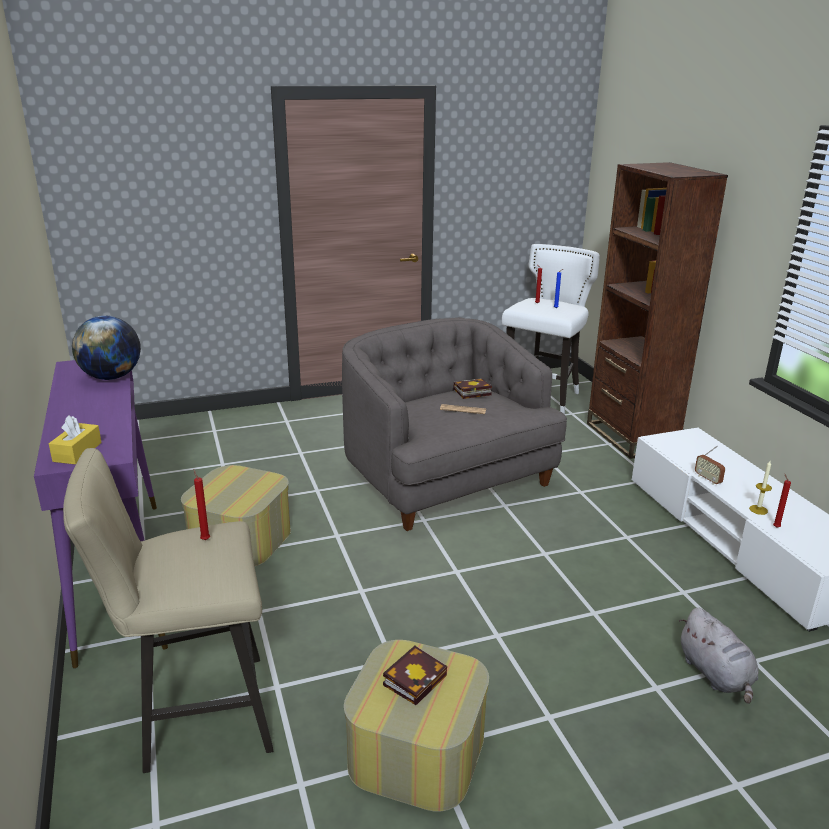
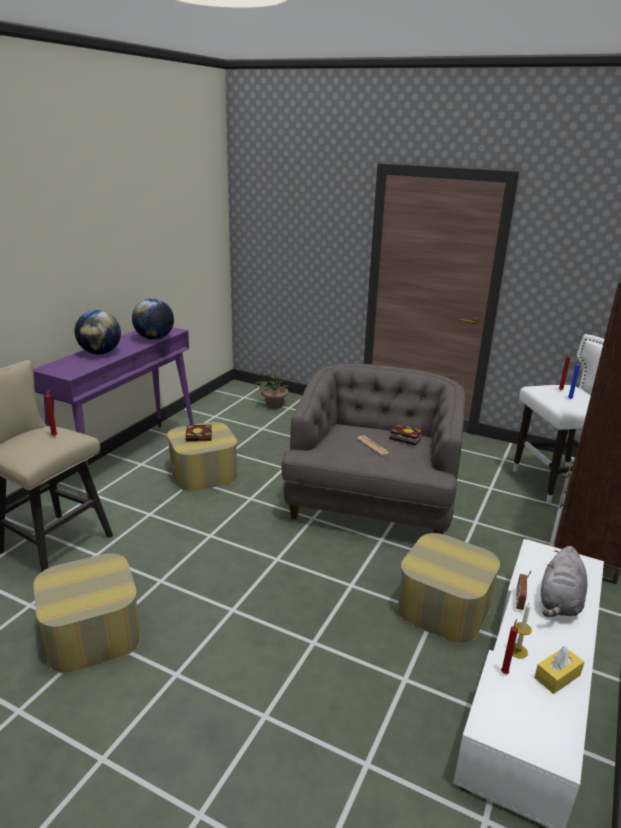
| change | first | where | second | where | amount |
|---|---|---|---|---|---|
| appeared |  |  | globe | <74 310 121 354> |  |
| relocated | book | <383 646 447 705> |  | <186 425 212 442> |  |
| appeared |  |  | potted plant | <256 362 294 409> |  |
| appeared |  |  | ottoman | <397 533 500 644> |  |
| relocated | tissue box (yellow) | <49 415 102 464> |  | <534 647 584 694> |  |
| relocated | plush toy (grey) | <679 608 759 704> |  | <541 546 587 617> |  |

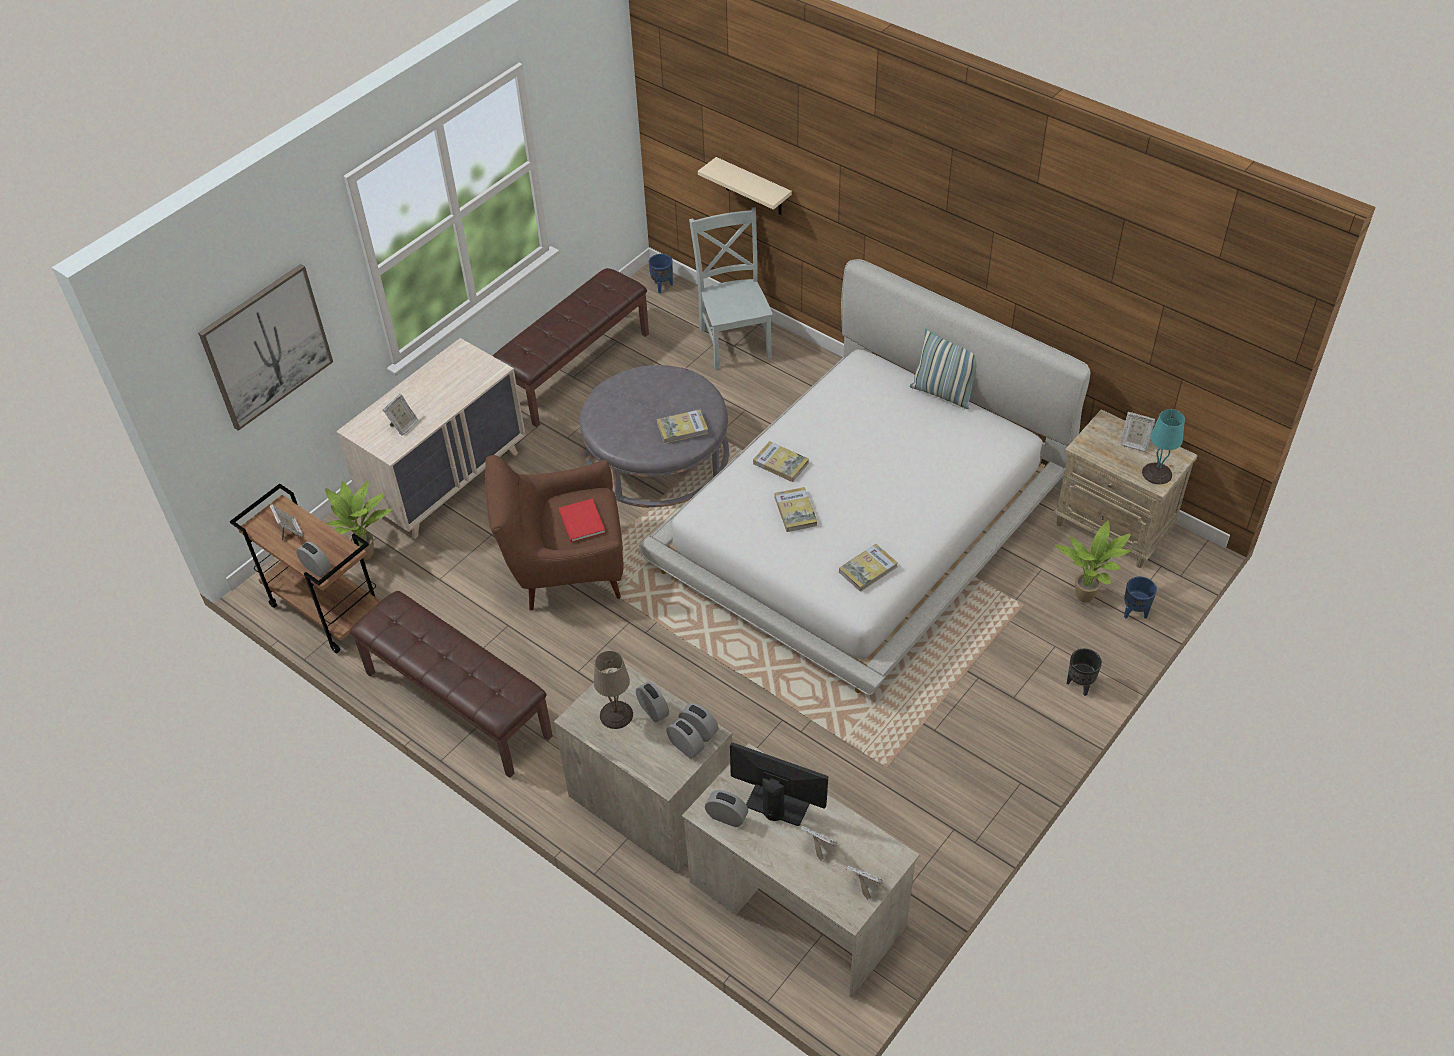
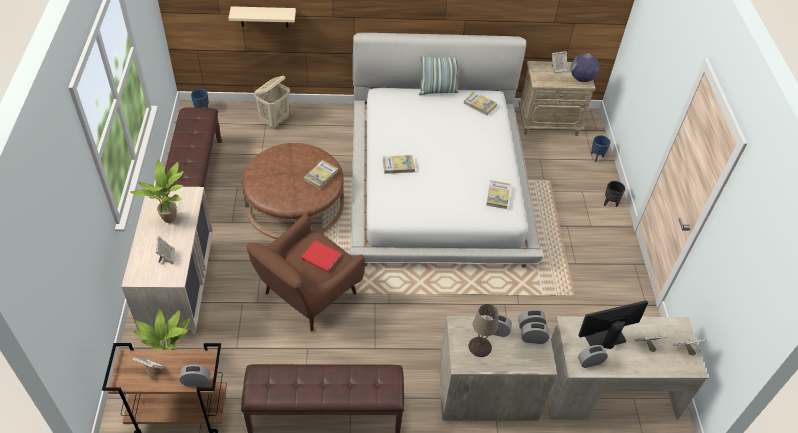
| change | first | where | second | where | amount |
|---|---|---|---|---|---|
| relocated | potted plant | <1055 520 1131 602> |  | <130 160 184 223> |  |
| colour | ottoman (grey) | <580 365 729 508> | ottoman (brown) | <242 143 344 239> |  |
| exchanged | chair (grey) | <689 207 773 369> | laundry basket (beige) | <254 76 290 129> |  |
| relocated | book | <774 487 818 532> |  | <464 92 497 115> |  |
| exchanged | table lamp (turquoise) | <1142 409 1185 484> | globe | <571 54 600 82> |  |
| missing | picture | <198 264 333 431> |  |  |  |

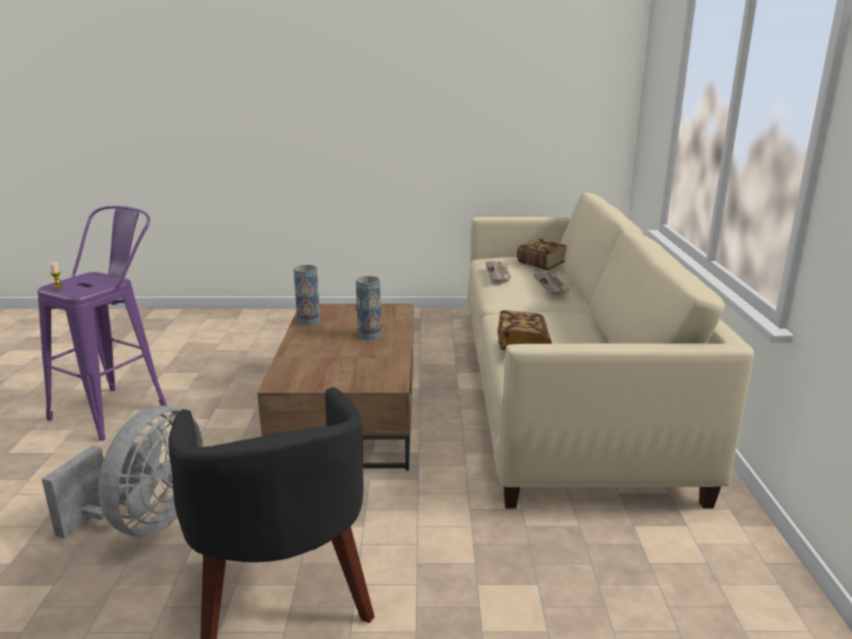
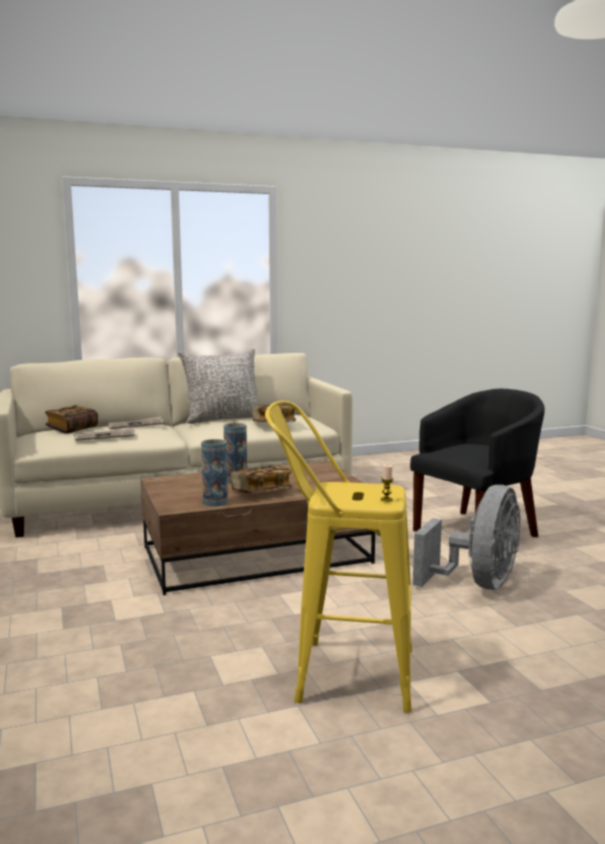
| change | first | where | second | where | amount |
|---|---|---|---|---|---|
| appeared |  |  | pillow (grey) | <178 348 260 424> |  |
| appeared |  |  | book | <231 465 292 494> |  |
| colour | stool (purple) | <38 206 167 441> | stool (yellow) | <265 401 412 713> |  |
| spun | fan (grey) | <42 406 203 539> |  | <413 485 521 590> | 120 degrees clockwise |

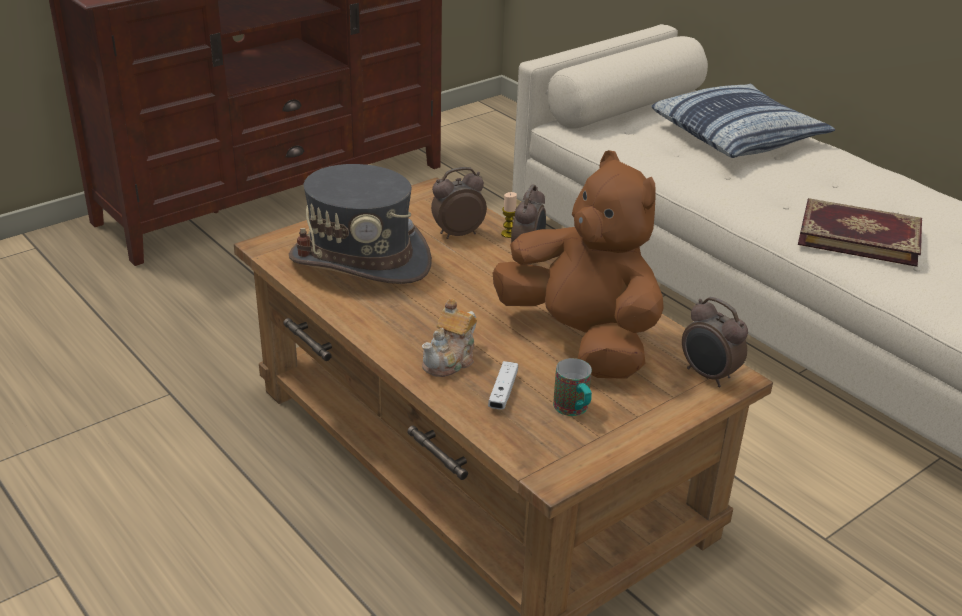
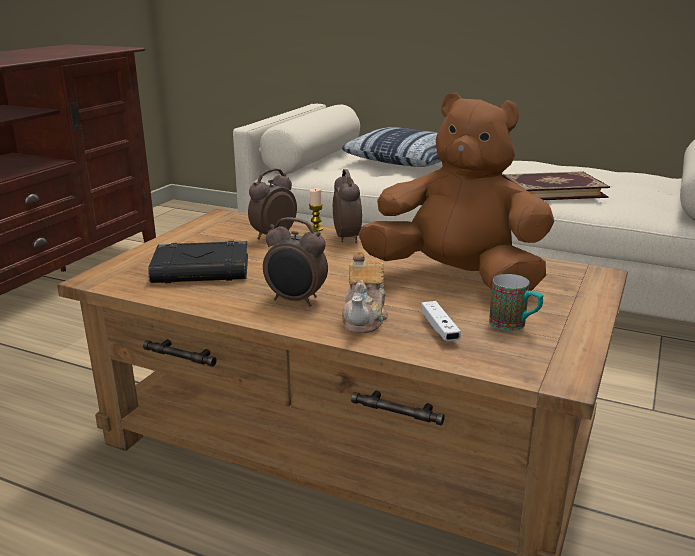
| change | first | where | second | where | amount |
|---|---|---|---|---|---|
| exchanged | hat (grey) | <289 164 432 284> | book (black) | <148 241 248 283> |  |
| relocated | alarm clock | <682 297 748 387> |  | <263 217 328 306> |  |

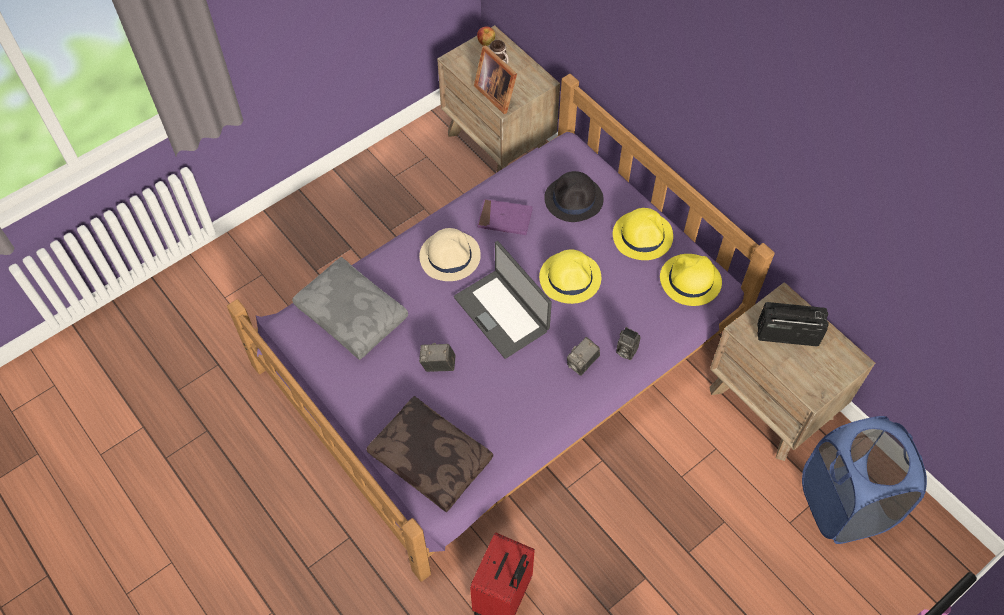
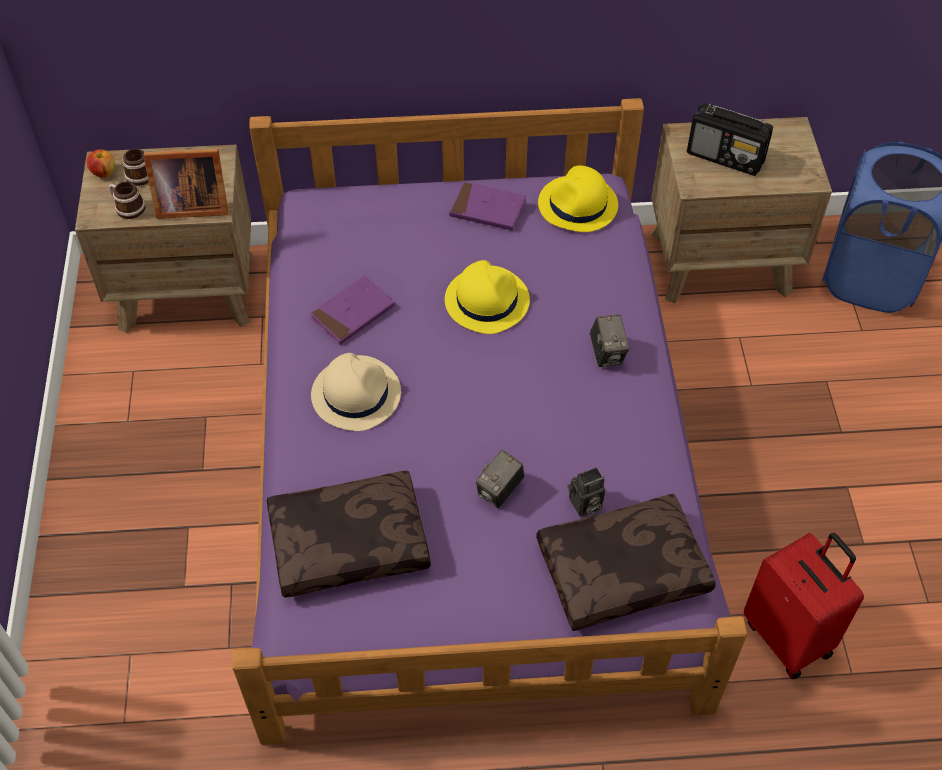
| change | first | where | second | where | amount |
|---|---|---|---|---|---|
| appeared |  |  | mug | <109 181 145 219> |  |
| colour | pillow (grey) | <292 257 408 360> | pillow (brown) | <267 470 431 598> |  |
| exchanged | hat (yellow) | <613 208 673 260> | book (purple) | <449 182 526 230> |  |
| relocated | photo camera | <616 327 641 360> |  | <568 467 605 517> |  |
| spun | radio | <757 302 829 346> |  | <687 103 773 176> | 105 degrees counterclockwise |
| missing | laptop | <454 241 552 359> |  |  |  |
| missing | hat (black) | <544 171 604 222> |  |  |  |

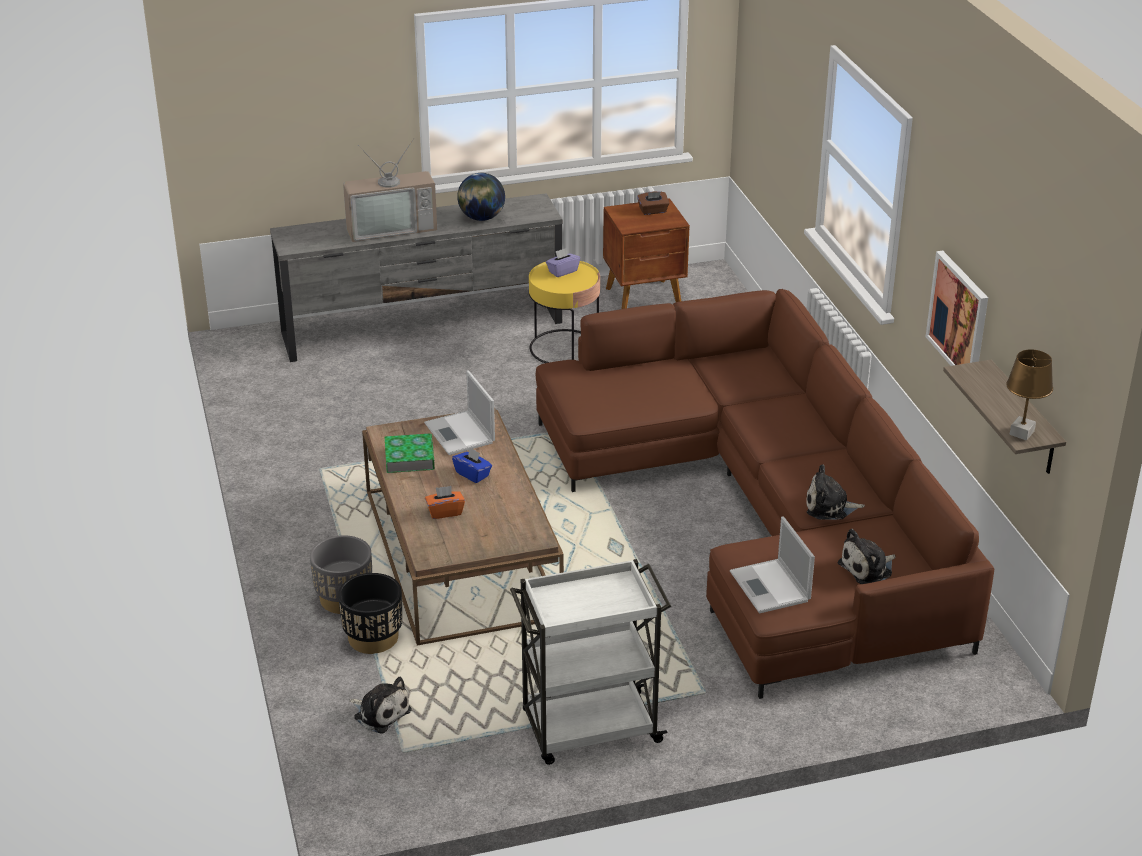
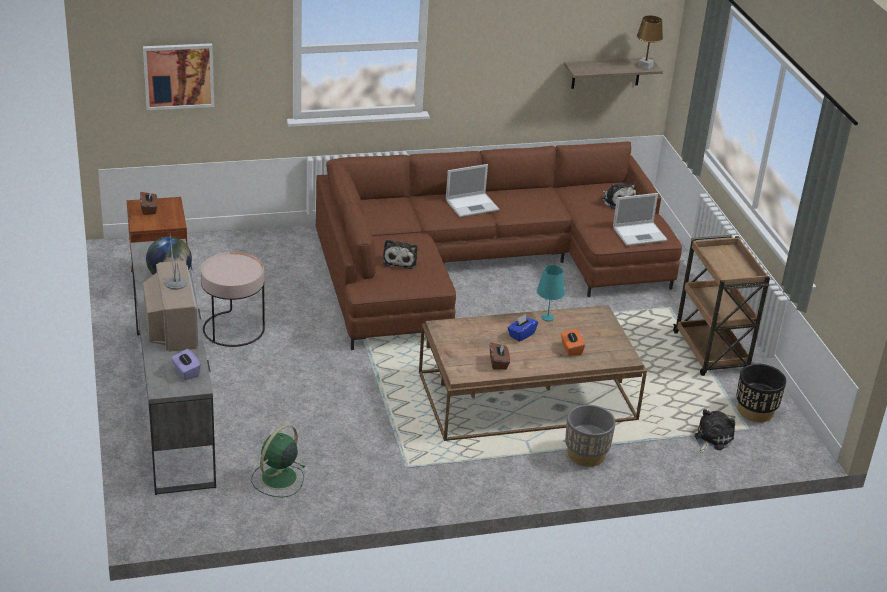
| change | first | where | second | where | amount |
|---|---|---|---|---|---|
| relocated | picture | <926 251 988 366> |  | <143 43 214 110> |  |
| relocated | tissue box (purple) | <546 248 580 277> |  | <171 349 201 380> |  |
| colour | side table (yellow) | <529 261 600 363> | side table (pink) | <201 252 265 347> |  |
| appeared |  |  | fan (green) | <251 425 305 497> |  |
| relocated | plush toy | <806 464 865 520> |  | <383 239 418 269> |  |
| relocated | laptop | <424 370 495 455> |  | <446 164 499 217> |  |
| exchanged | book | <385 433 435 473> | tissue box (brown) | <490 343 510 370> |  |
| appeared |  |  | table lamp (turquoise) | <537 265 565 322> |  |
| colour | cart (white) | <510 559 671 765> | cart (brown) | <673 235 770 376> |  |
| relocated | planter (black) | <338 573 402 654> |  | <736 364 786 422> |  |

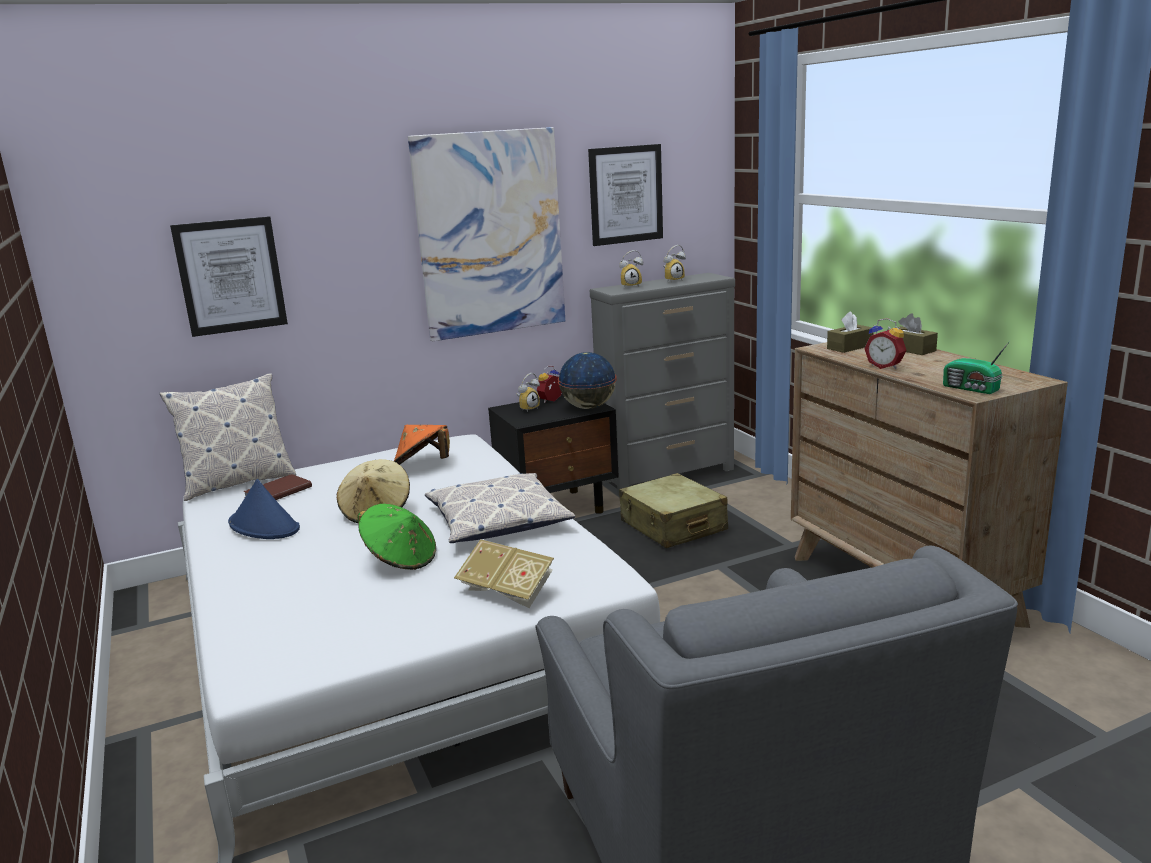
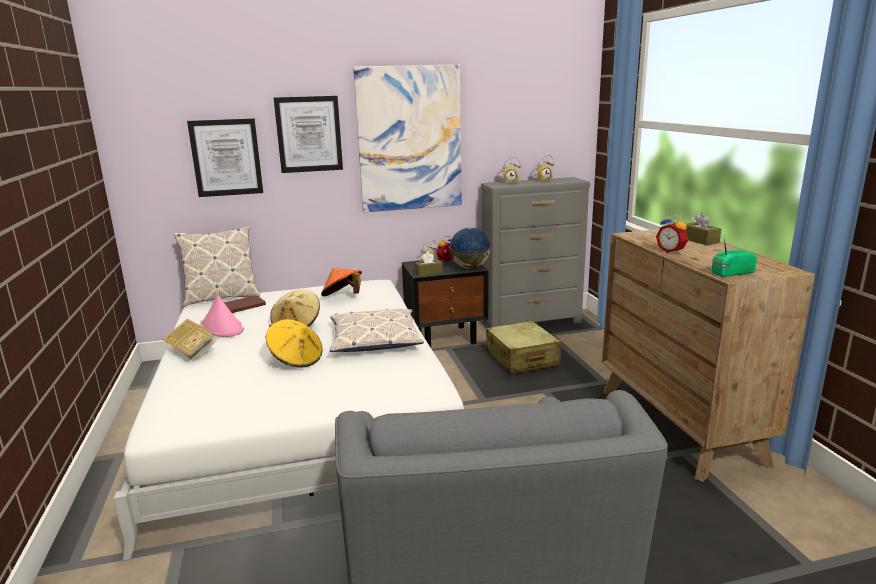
| change | first | where | second | where | amount |
|---|---|---|---|---|---|
| relocated | book | <454 539 554 608> |  | <162 319 217 362> |  |
| colour | hat (blue) | <228 479 300 539> | hat (pink) | <200 295 244 337> |  |
| colour | hat (green) | <358 504 436 570> | hat (yellow) | <266 319 323 368> |  |
| relocated | picture | <588 144 663 246> |  | <274 96 343 173> |  |
| relocated | tissue box (brown) | <827 311 874 353> |  | <415 252 443 276> |  |
| spun | radio | <943 341 1010 394> |  | <712 237 757 277> | 105 degrees clockwise |

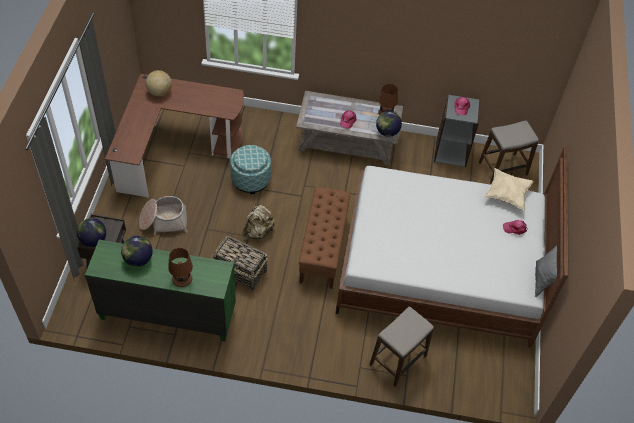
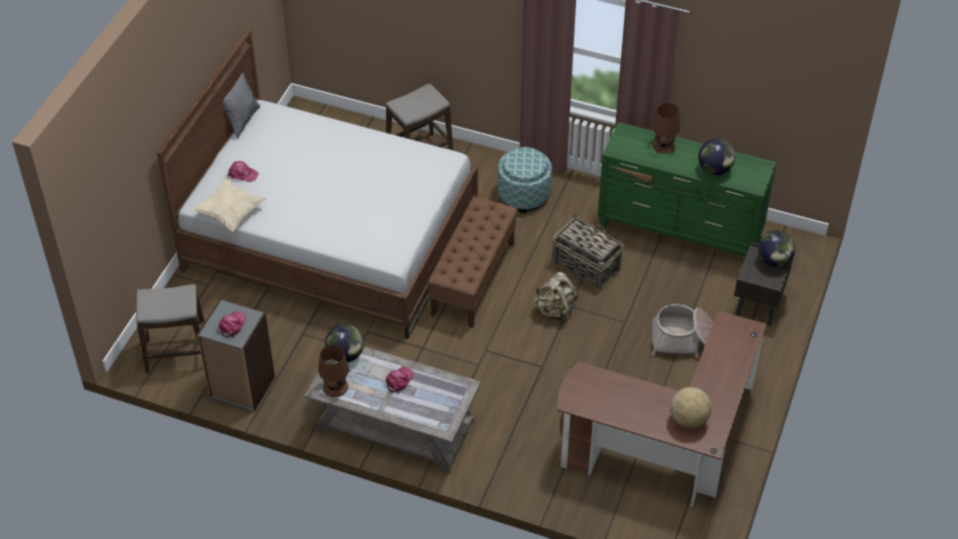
| change | first | where | second | where | amount |
|---|---|---|---|---|---|
| relocated | ottoman | <230 145 271 194> |  | <498 147 552 213> |  |

